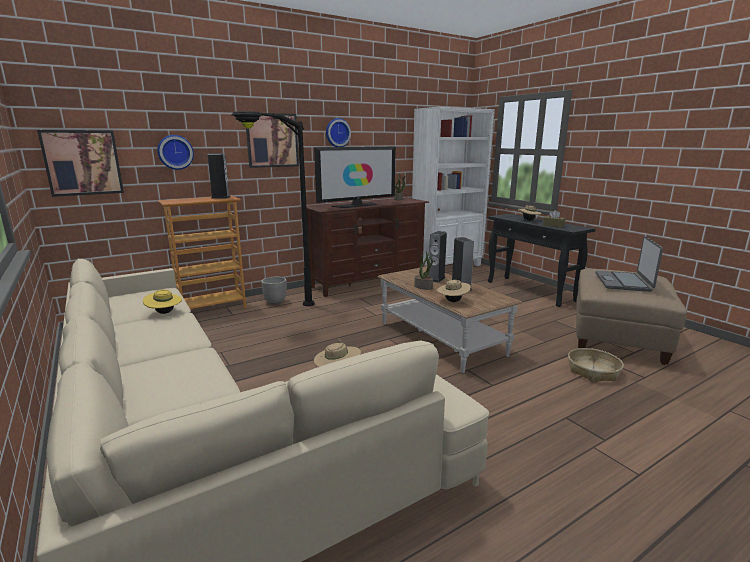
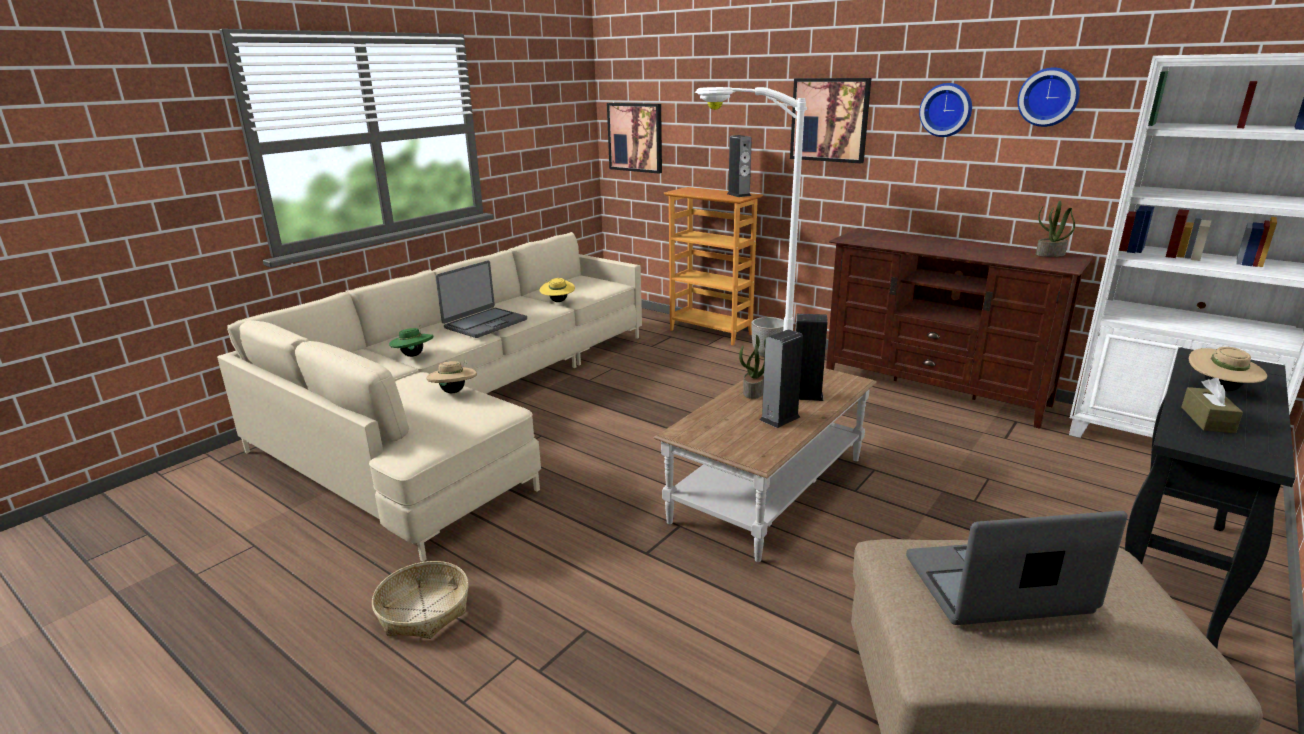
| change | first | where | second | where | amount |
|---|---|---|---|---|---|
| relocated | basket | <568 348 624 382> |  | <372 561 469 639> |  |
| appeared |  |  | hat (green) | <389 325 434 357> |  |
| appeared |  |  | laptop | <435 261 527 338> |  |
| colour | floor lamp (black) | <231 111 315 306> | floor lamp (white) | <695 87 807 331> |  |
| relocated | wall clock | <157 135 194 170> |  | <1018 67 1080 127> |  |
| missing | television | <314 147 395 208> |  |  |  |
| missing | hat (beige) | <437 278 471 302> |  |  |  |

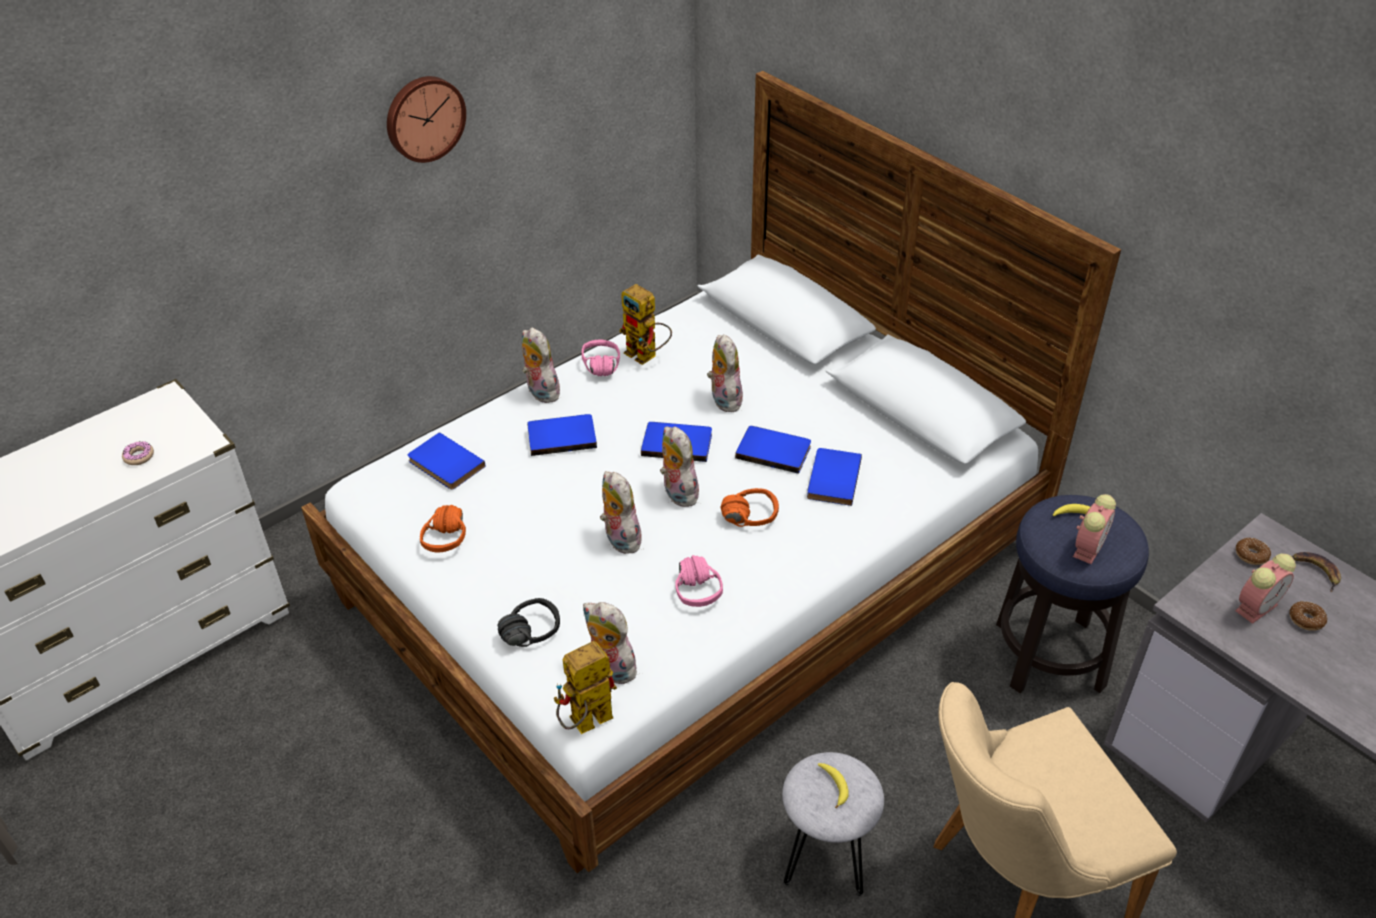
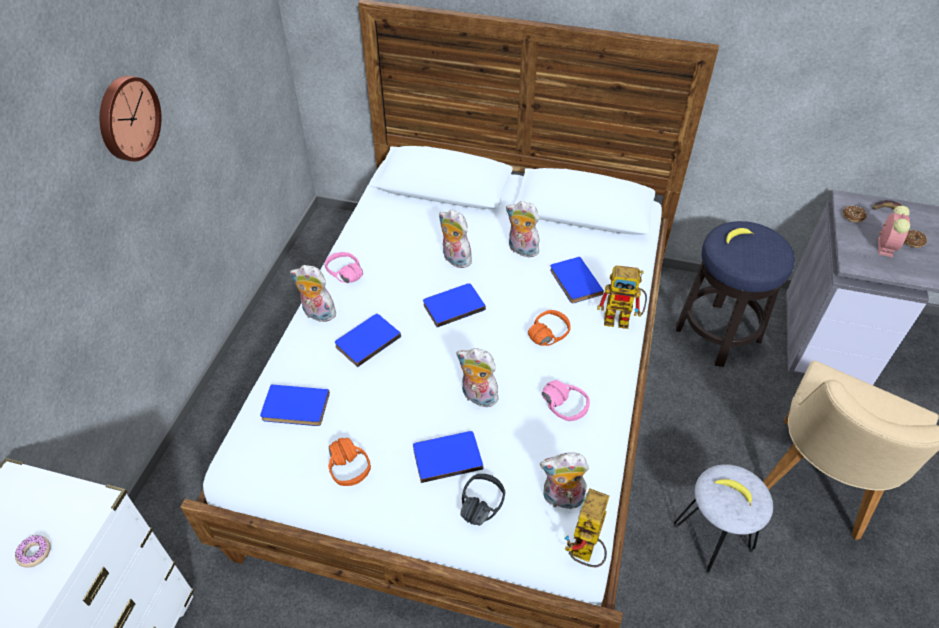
| change | first | where | second | where | amount |
|---|---|---|---|---|---|
| relocated | book (blue) | <735 426 811 474> |  | <413 431 483 483> |  |
| relocated | plush toy | <660 426 699 507> |  | <506 201 541 257> |  |
| relocated | toy robot | <619 284 672 365> |  | <597 265 647 329> |  |
| missing | alarm clock | <1073 494 1116 564> |  |  |  |

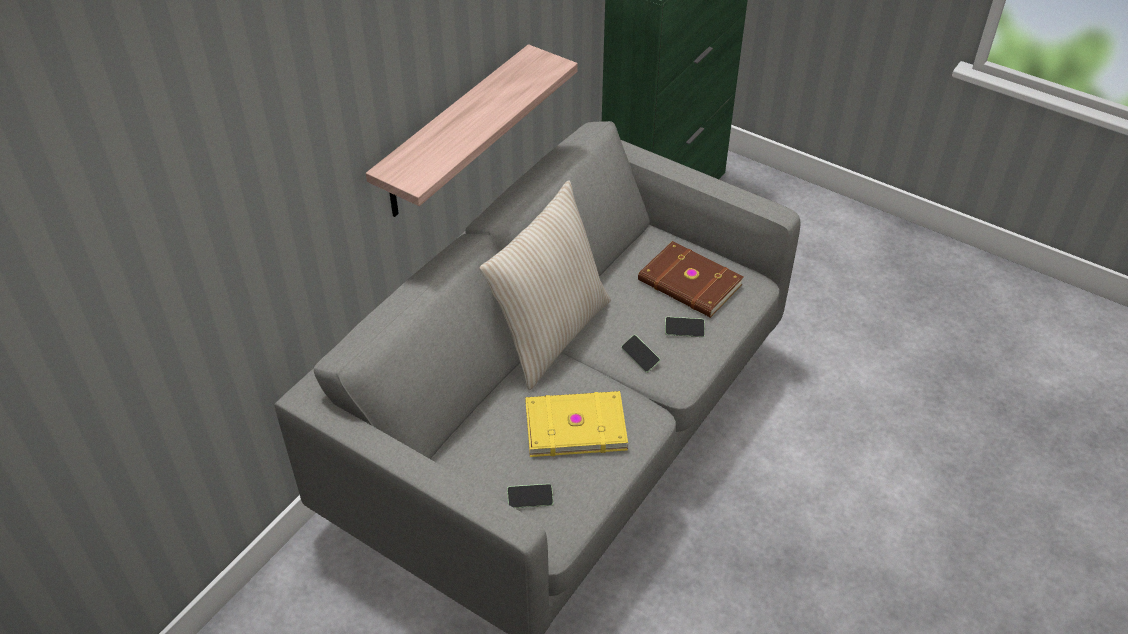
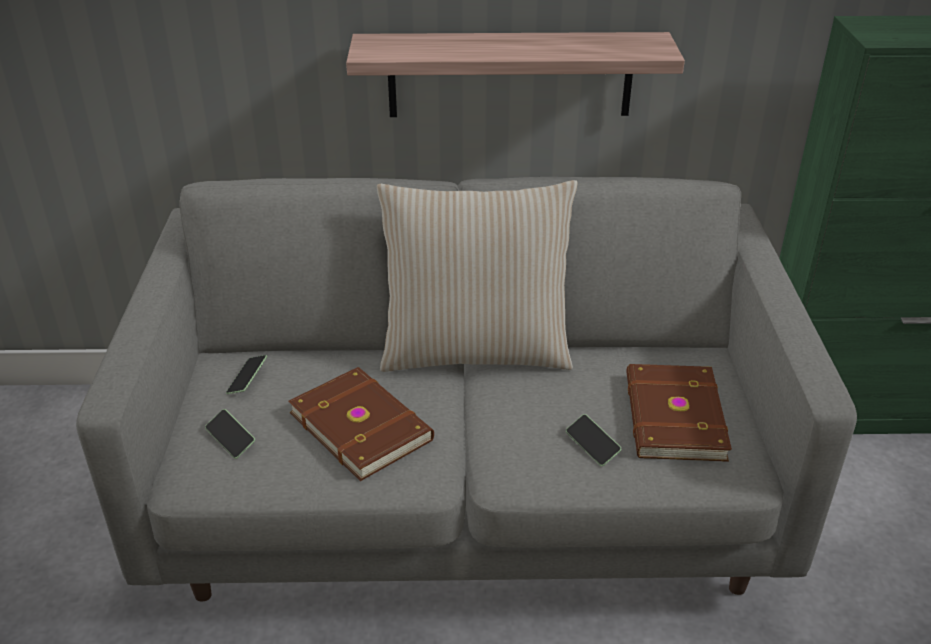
| change | first | where | second | where | amount |
|---|---|---|---|---|---|
| relocated | phone | <621 335 660 373> |  | <226 355 267 394> |  |
| colour | book (yellow) | <525 391 628 457> | book (brown) | <288 367 434 481> |  |

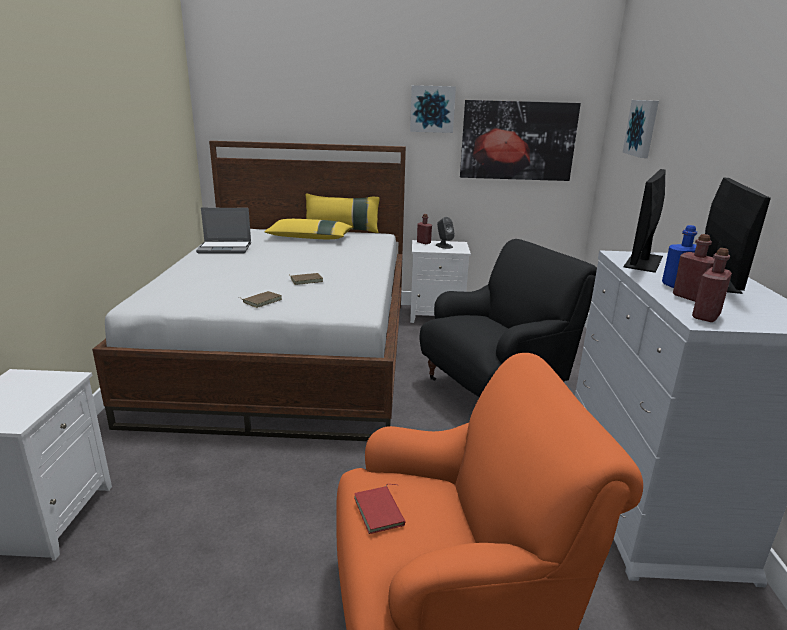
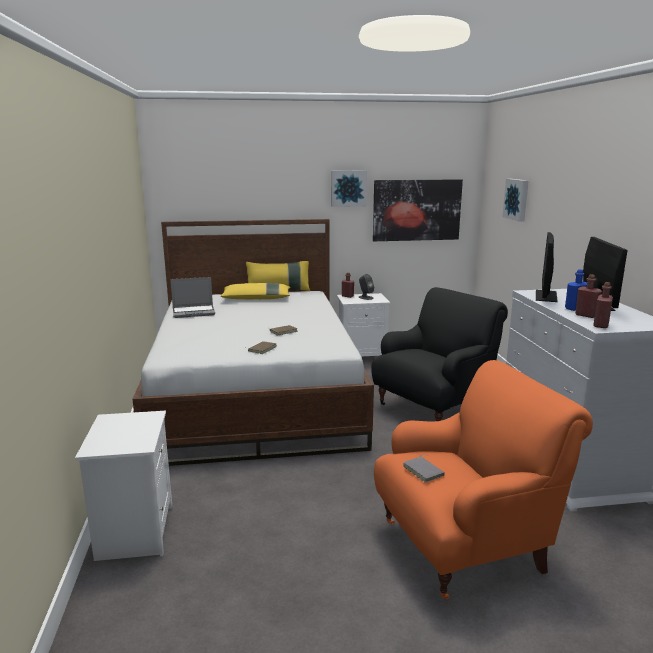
| change | first | where | second | where | amount |
|---|---|---|---|---|---|
| colour | book (red) | <354 484 406 534> | book (grey) | <403 455 445 482> |  |

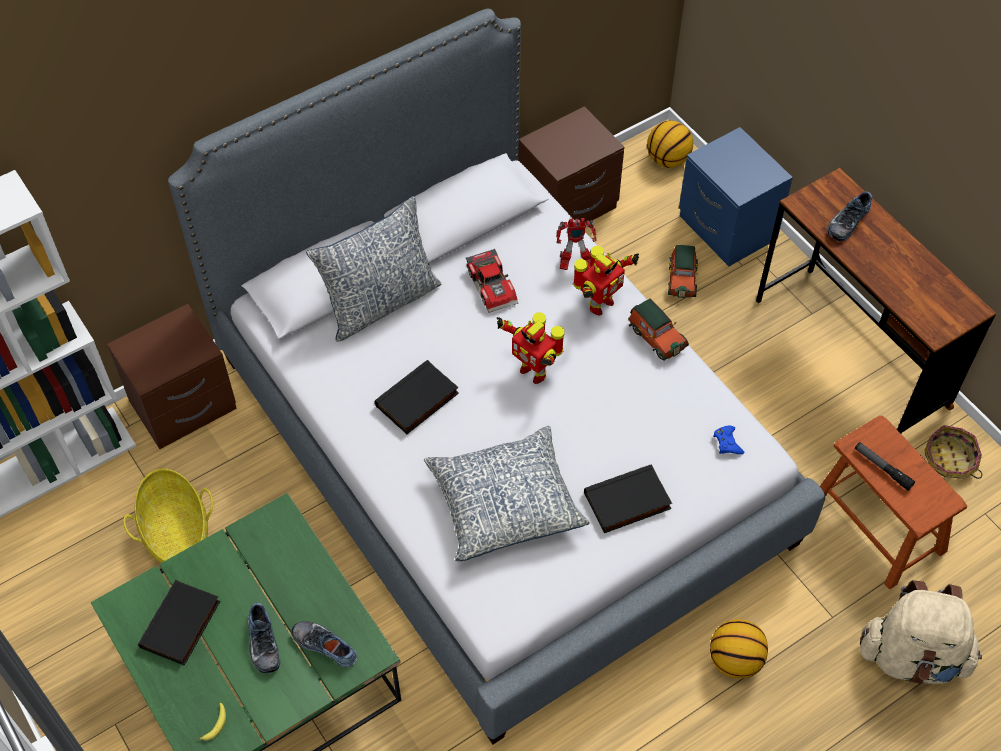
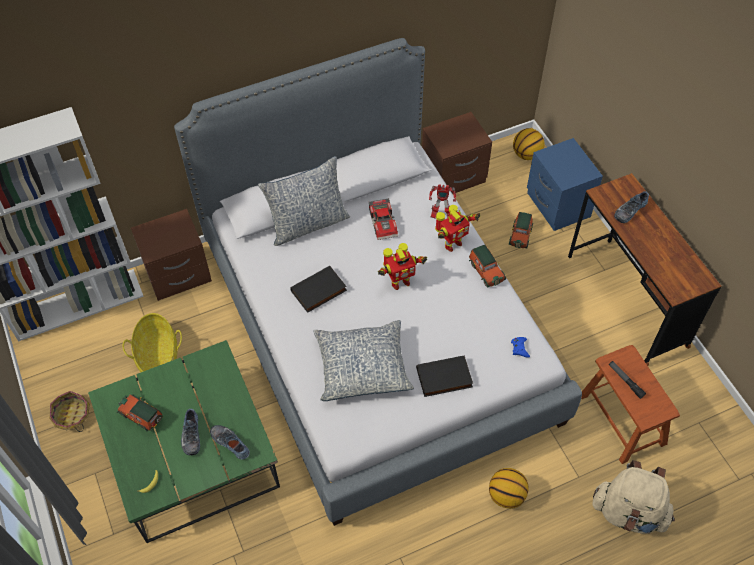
| change | first | where | second | where | amount |
|---|---|---|---|---|---|
| relocated | basket | <924 425 982 479> |  | <49 391 90 432> |  |
| exchanged | book (black) | <138 580 220 666> | toy car | <117 394 163 432> |  |
| spun | toy robot | <497 313 565 384> |  | <378 243 428 290> | 75 degrees counterclockwise |

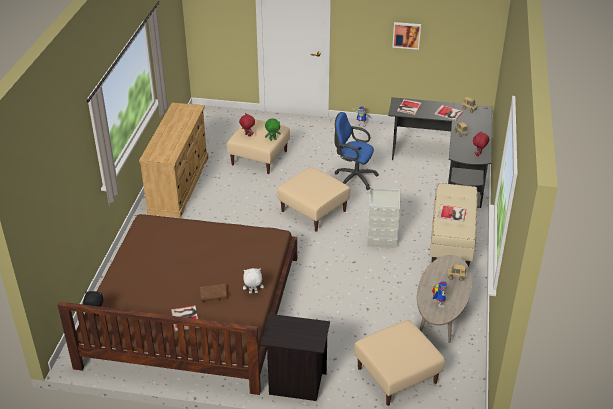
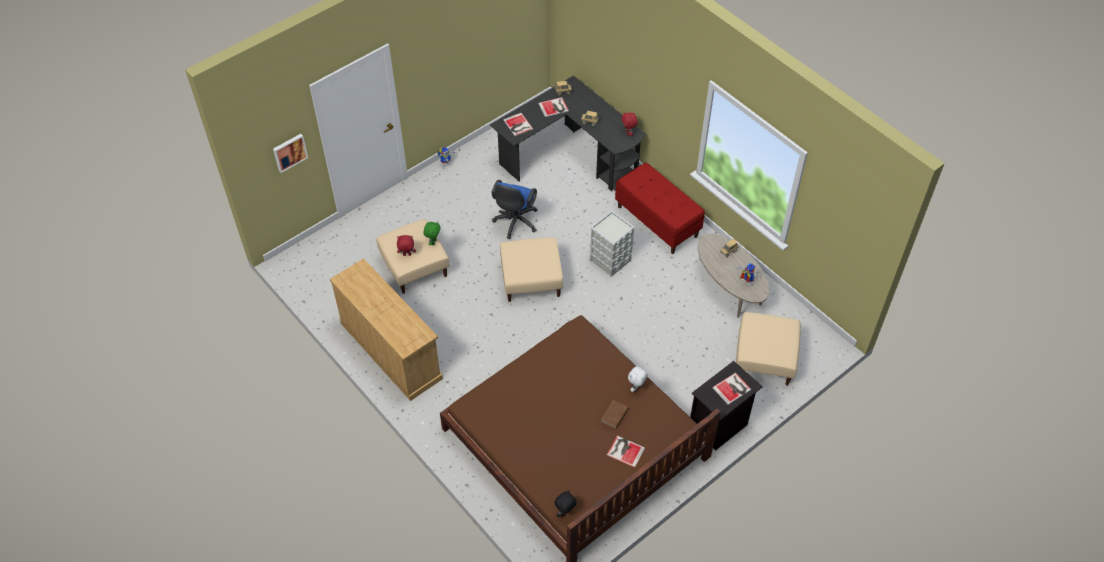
| change | first | where | second | where | amount |
|---|---|---|---|---|---|
| relocated | picture | <392 22 421 50> |  | <273 134 308 173> |  |
| spun | office chair (blue) | <334 112 379 190> |  | <492 180 538 239> | 45 degrees counterclockwise |
| colour | bench (beige) | <430 183 478 267> | bench (red) | <615 162 705 254> |  |
| relocated | book | <437 204 467 222> |  | <712 373 751 405> |  |

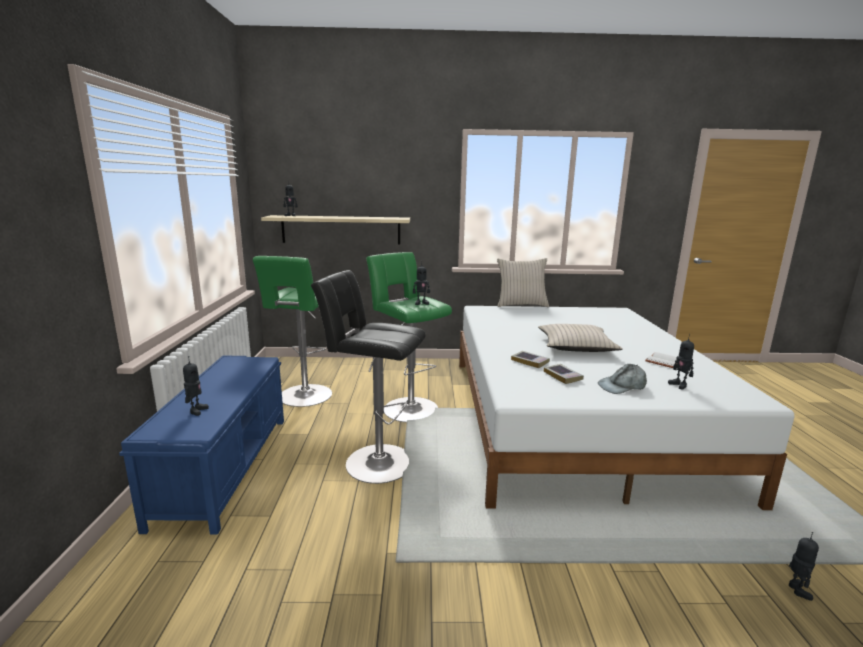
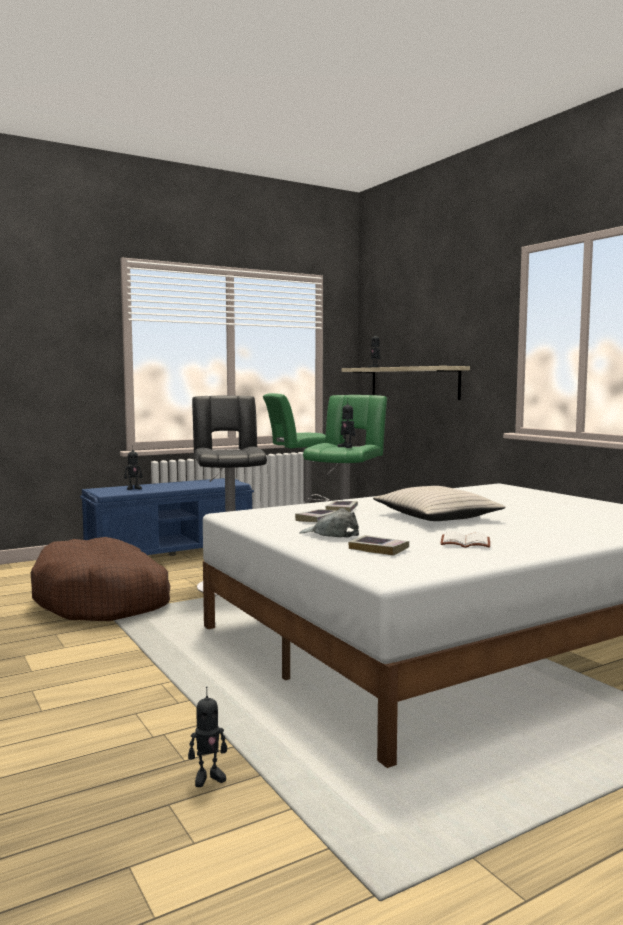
| change | first | where | second | where | amount |
|---|---|---|---|---|---|
| appeared |  |  | dog bed (brown) | <31 537 170 621> |  |
| exchanged | toy robot | <668 334 694 390> | book | <348 535 409 556> |  |
| missing | pillow (beige) | <497 258 549 307> |  |  |  |

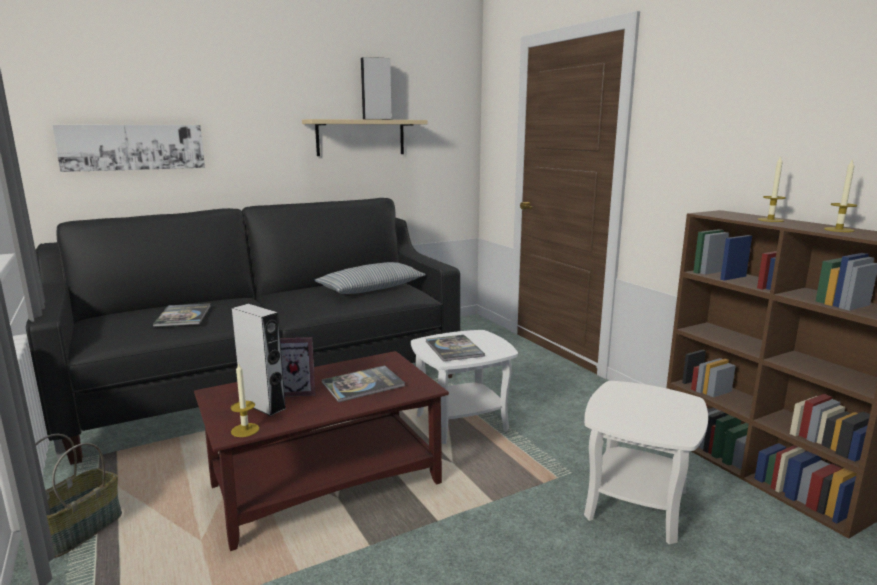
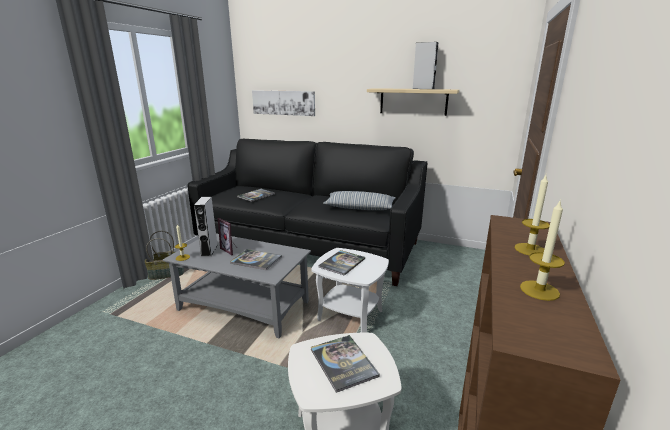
| change | first | where | second | where | amount |
|---|---|---|---|---|---|
| colour | coffee table (brown) | <194 351 449 551> | coffee table (grey) | <163 234 311 338> |  |
| appeared |  |  | book | <311 335 380 393> |  |

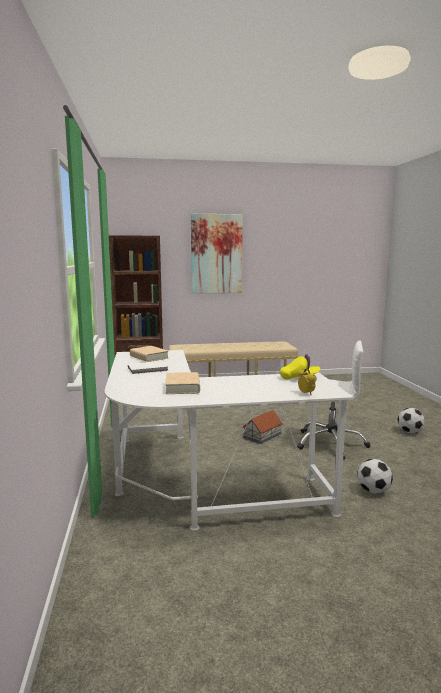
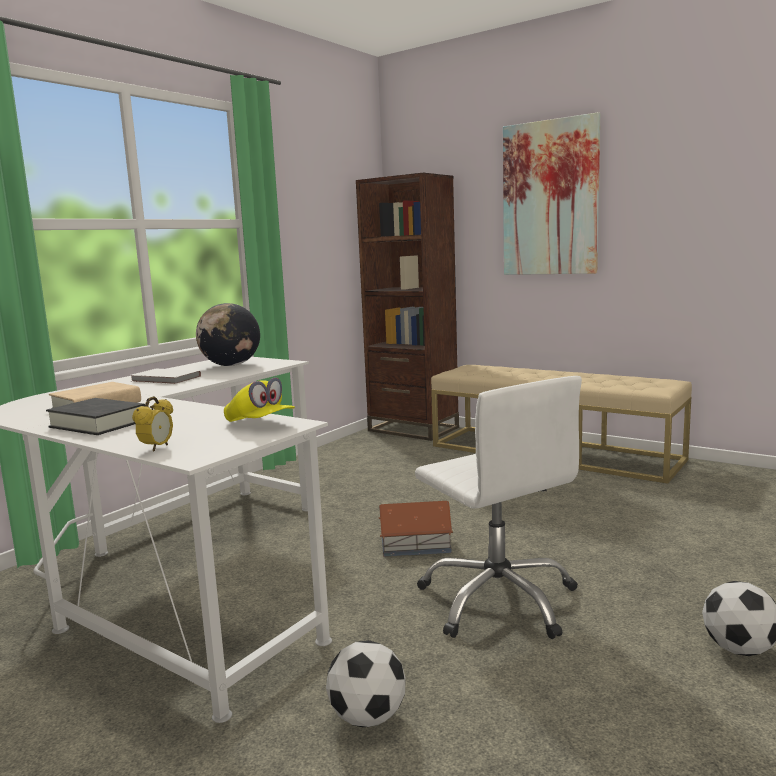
| change | first | where | second | where | amount |
|---|---|---|---|---|---|
| appeared |  |  | book (black) | <46 398 146 435> |  |
| exchanged | book (beige) | <130 346 169 362> | globe | <196 303 260 366> |  |

